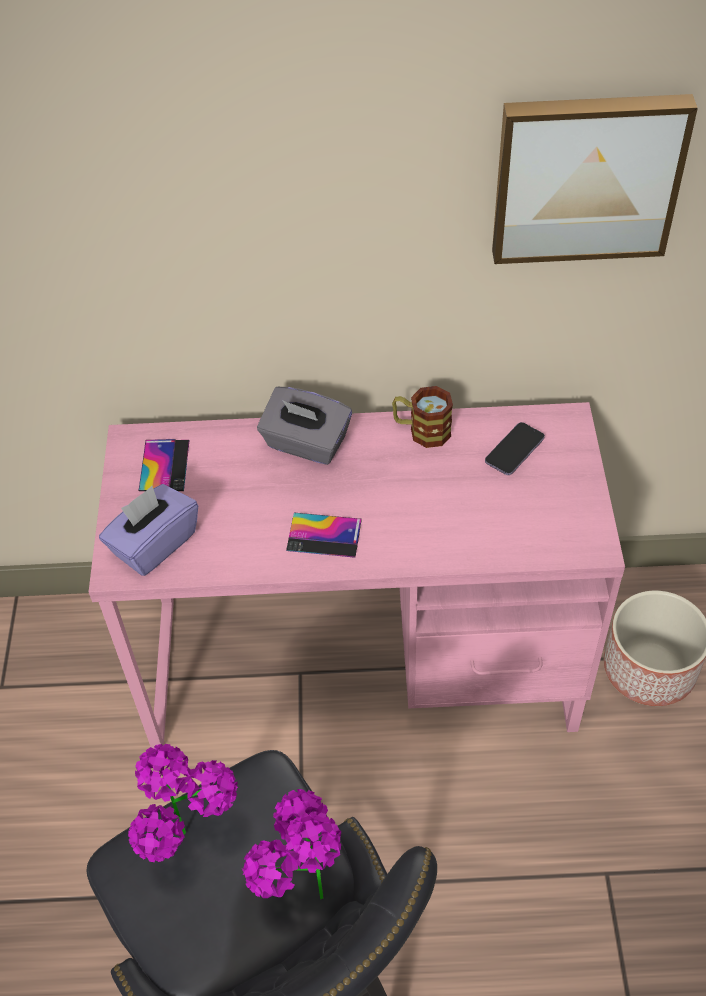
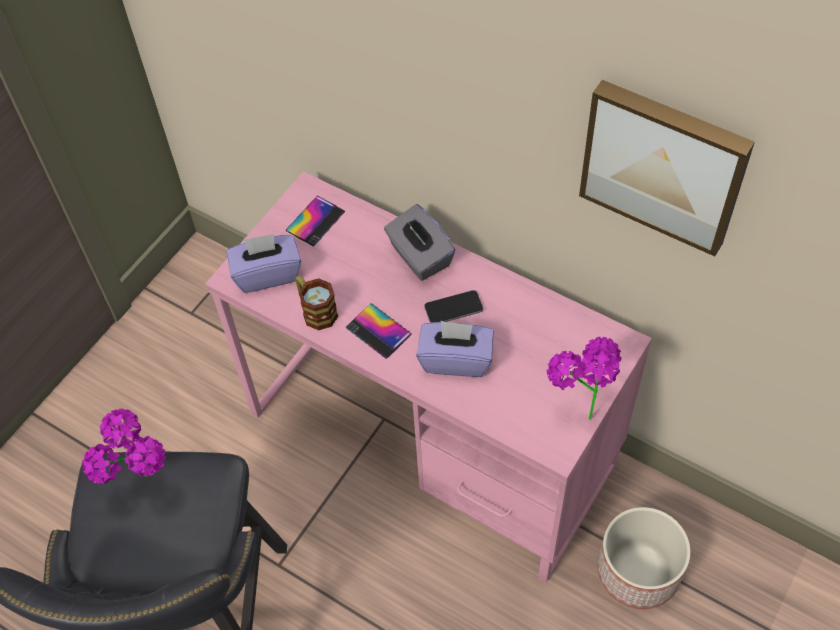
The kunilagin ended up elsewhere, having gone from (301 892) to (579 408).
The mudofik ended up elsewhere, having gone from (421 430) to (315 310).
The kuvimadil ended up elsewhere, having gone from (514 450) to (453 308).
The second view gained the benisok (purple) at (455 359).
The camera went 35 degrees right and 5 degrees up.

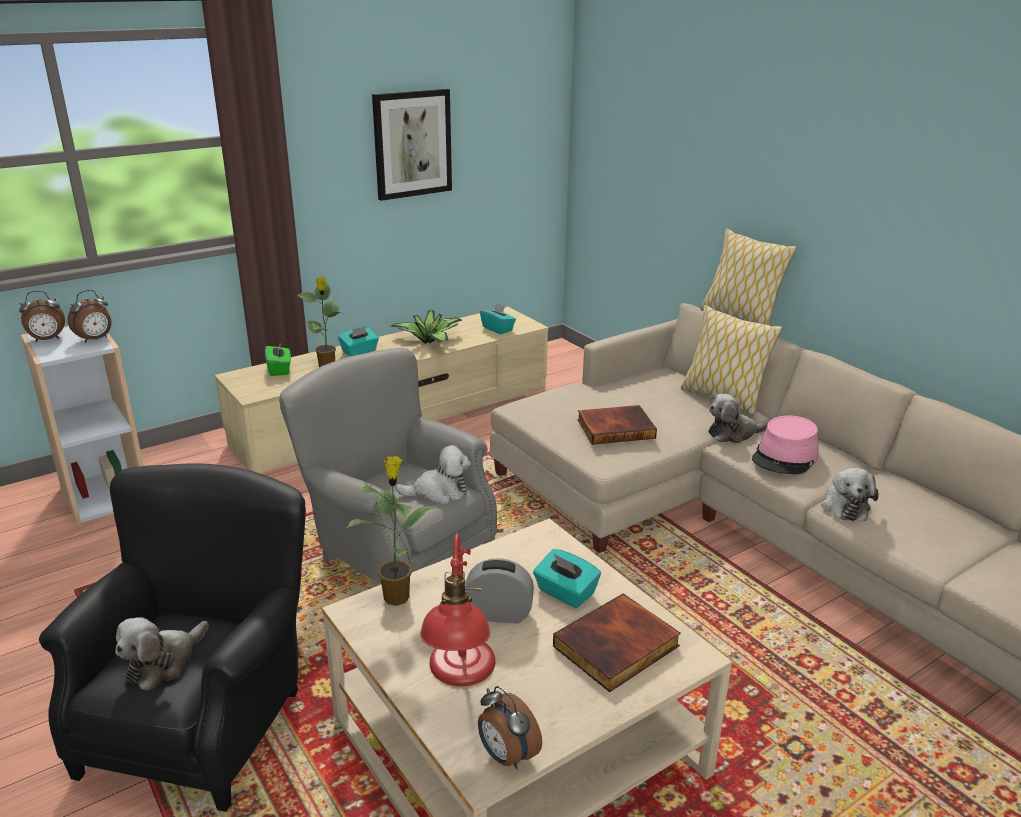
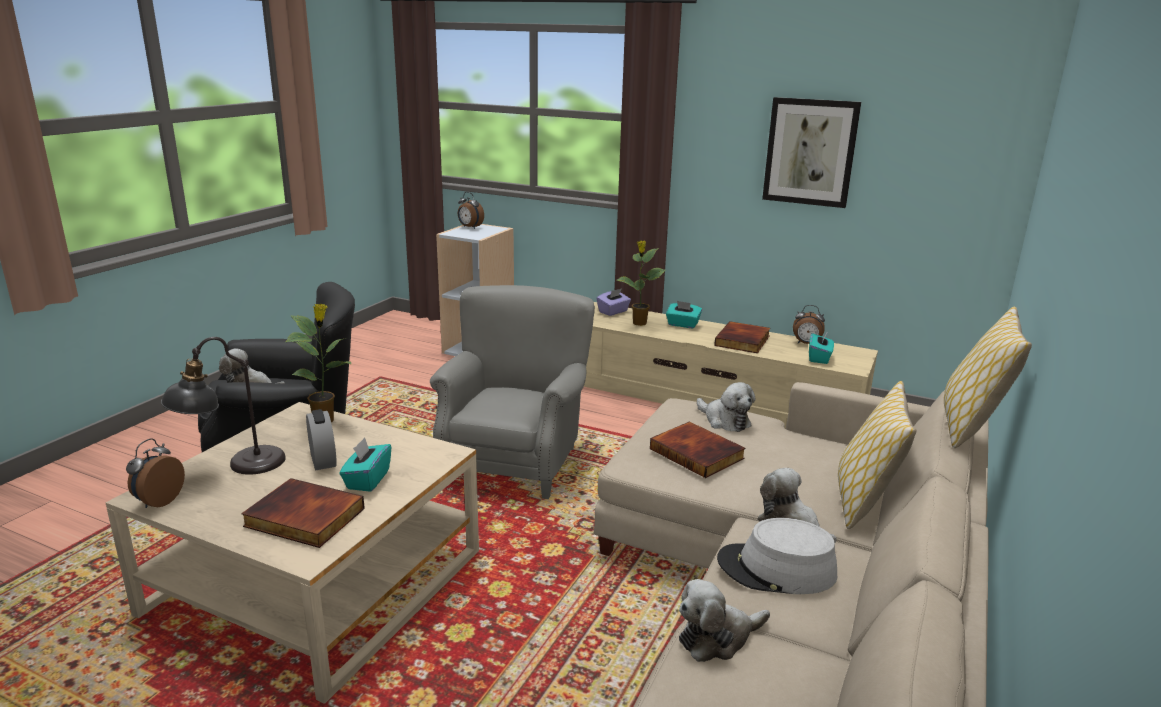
The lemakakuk ended up elsewhere, having gone from (95 339) to (806 344).
What was the benisok (green) at (279 369) turned into the benisok (purple) at (613 312).
Where the kunilagin stood at (429 341), the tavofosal came to stand at (743 341).
The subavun ended up elsewhere, having gone from (438 492) to (724 421).
What was the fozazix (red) at (461 684) turned into the fozazix (grey) at (233 466).
What was the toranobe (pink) at (785 456) turned into the toranobe (grey) at (776 569).
The camera went 60 degrees right and 5 degrees down.

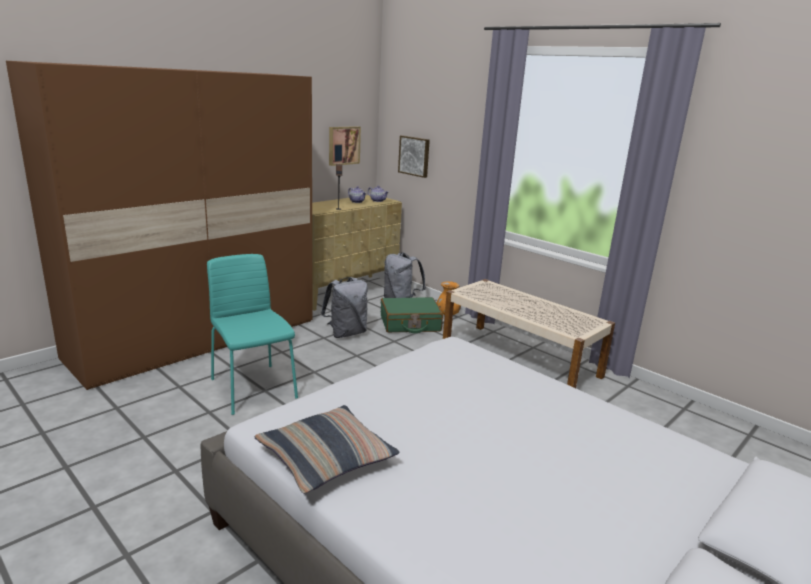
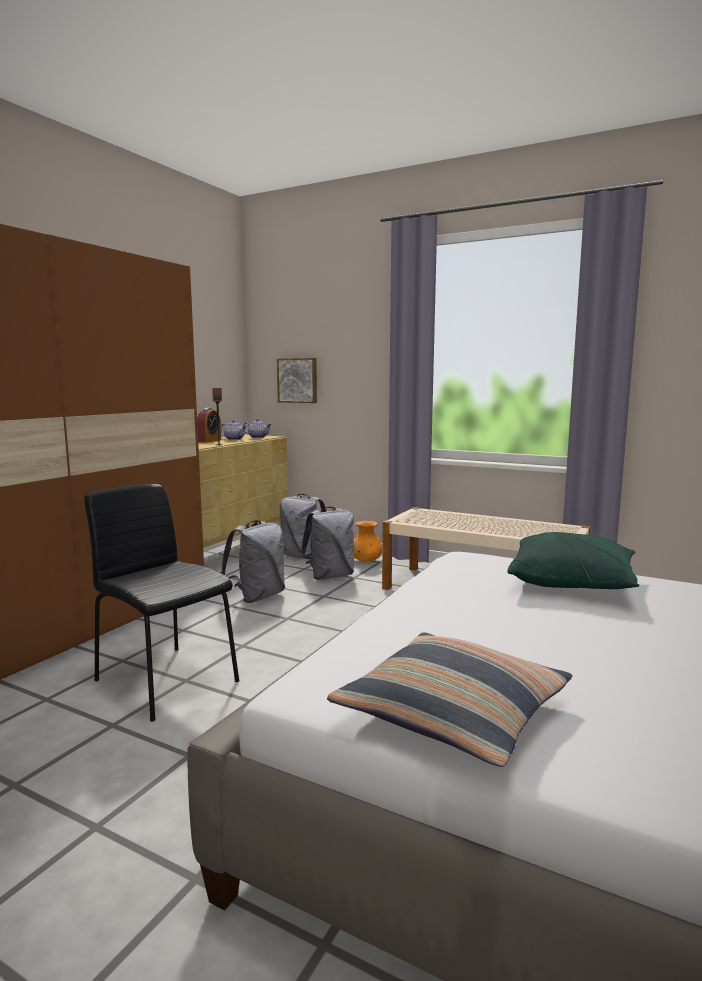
What was the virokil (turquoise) at (252 387) turned into the virokil (black) at (163 679).
The second view lost the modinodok at (343 145).
Where the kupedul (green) stood at (410 324), the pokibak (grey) came to stand at (330 576).
The second view gained the lemakakuk at (209 441).
The second view gained the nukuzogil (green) at (571 583).
The camera went 15 degrees left and 10 degrees down.

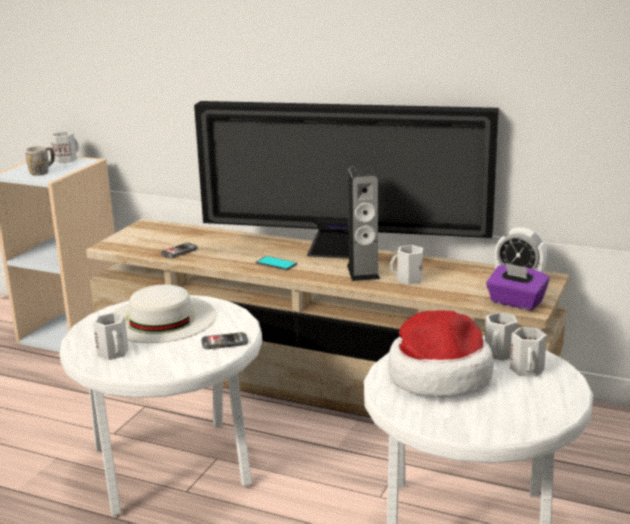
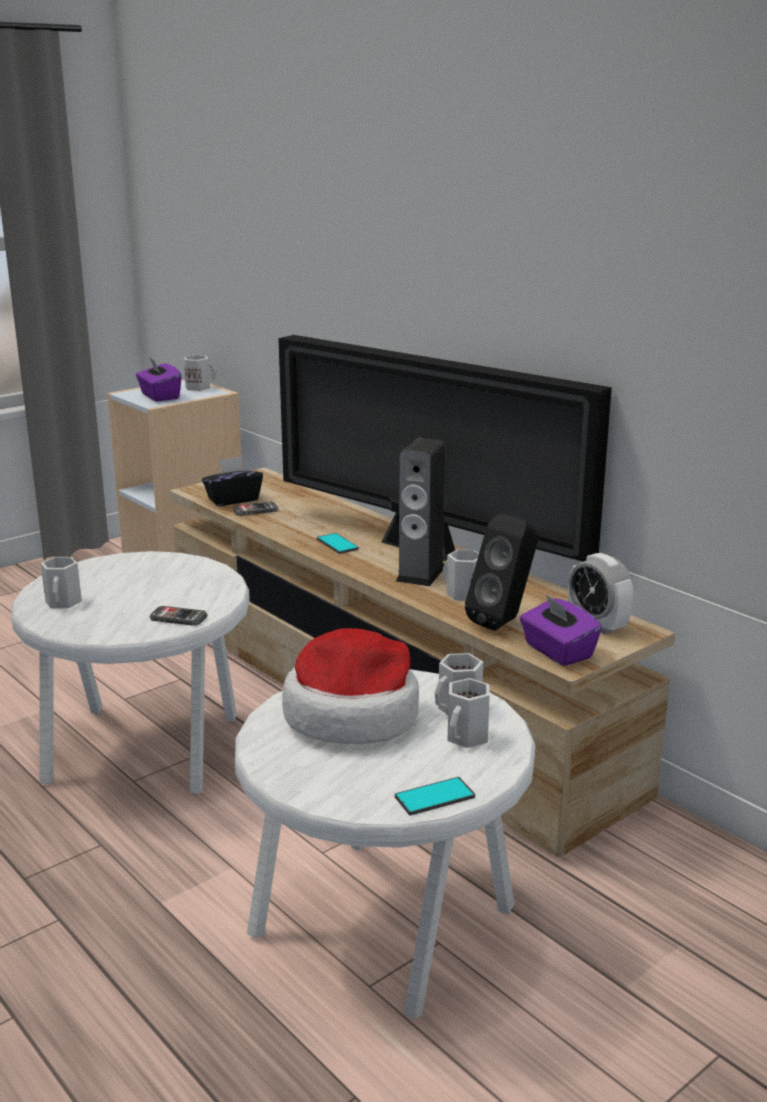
Where the mudofik (grey) stood at (43 172), the benisok (purple) came to stand at (159 396).
The second view lost the toranobe (white) at (161 319).
The second view gained the benisok (black) at (233 499).
The second view gained the kuvimadil at (434 797).
The second view gained the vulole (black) at (504 621).
The camera went 25 degrees right and 0 degrees up.

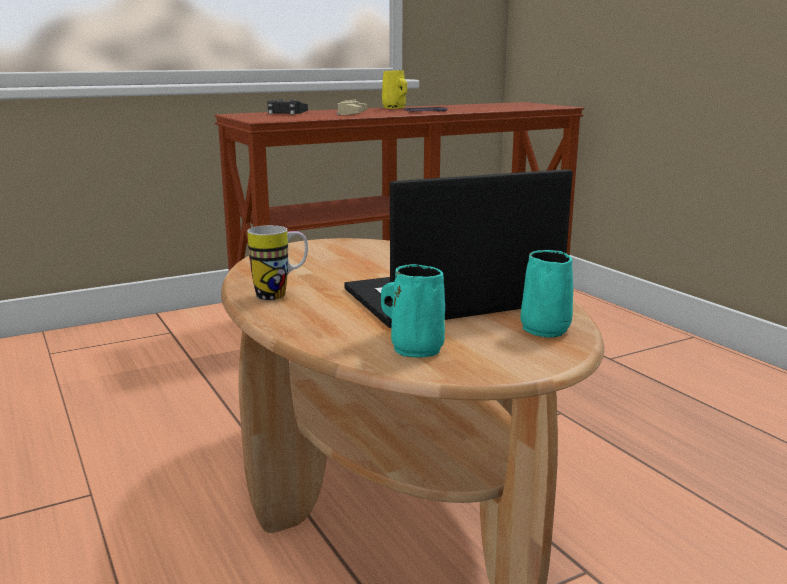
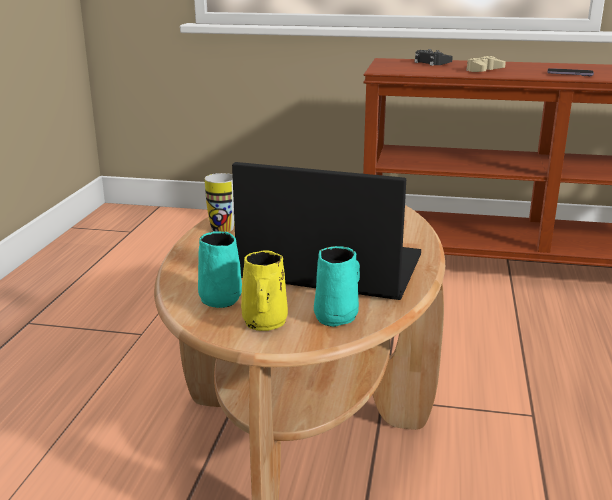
The mudofik (yellow) ended up elsewhere, having gone from (394 108) to (264 323).
The camera went 40 degrees right and 5 degrees up.

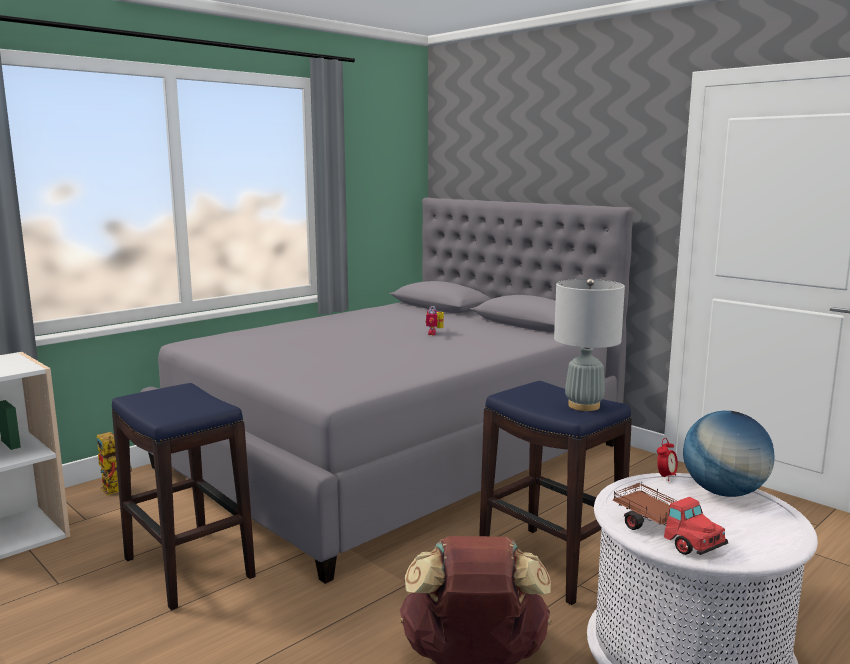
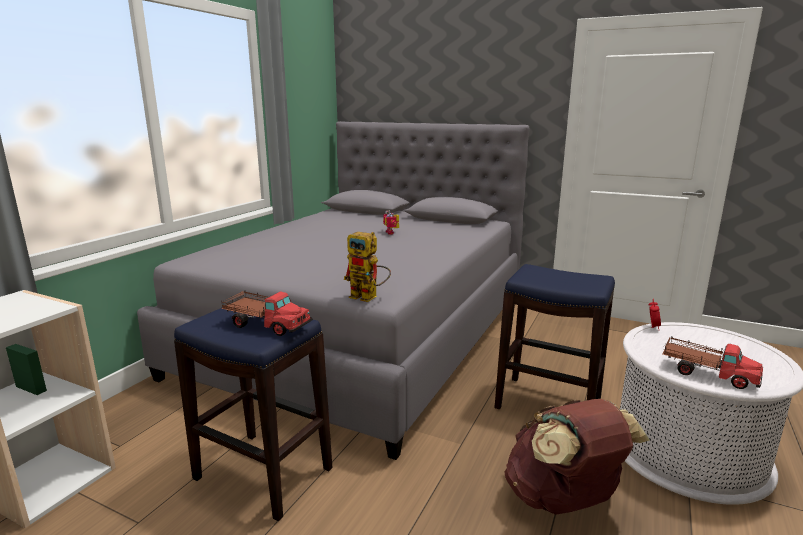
The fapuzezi ended up elsewhere, having gone from (115 491) to (369 297).
The second view lost the fozazix (grey) at (584 406).
The second view lost the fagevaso at (723 492).
The second view gained the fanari at (266 324).
The camera went 20 degrees left and 5 degrees up.

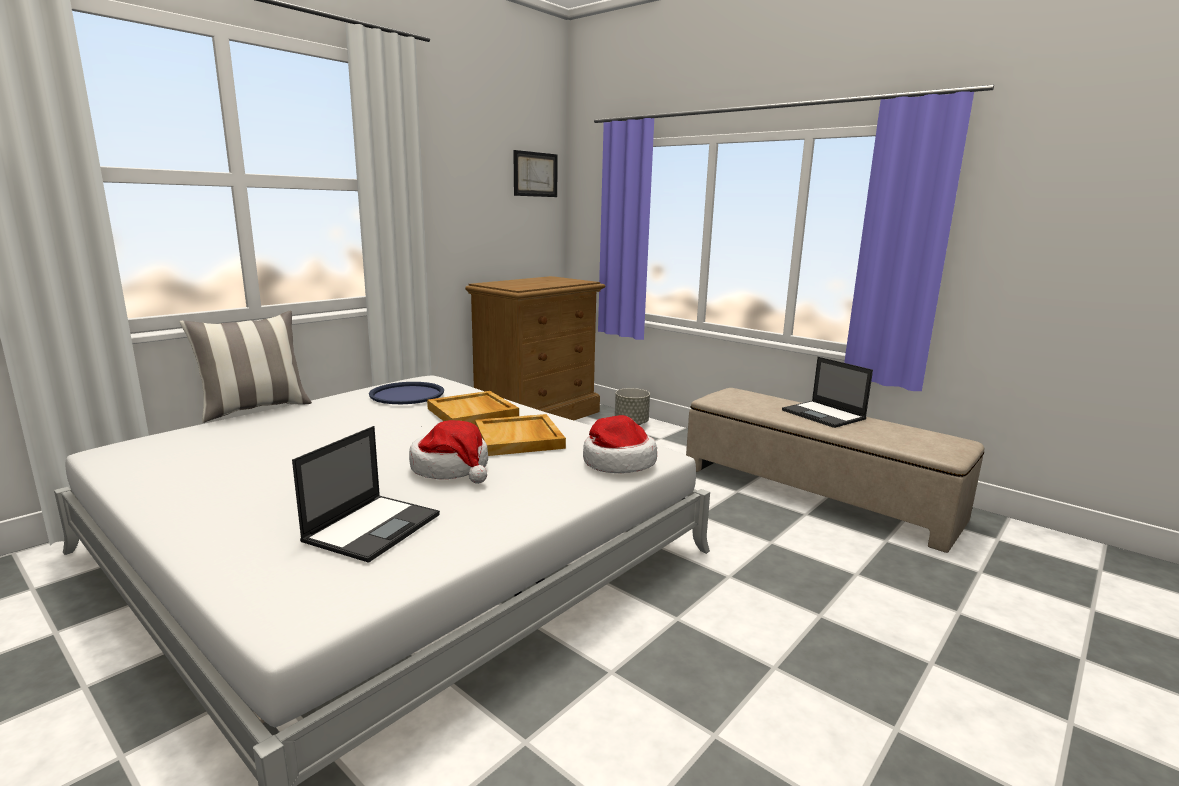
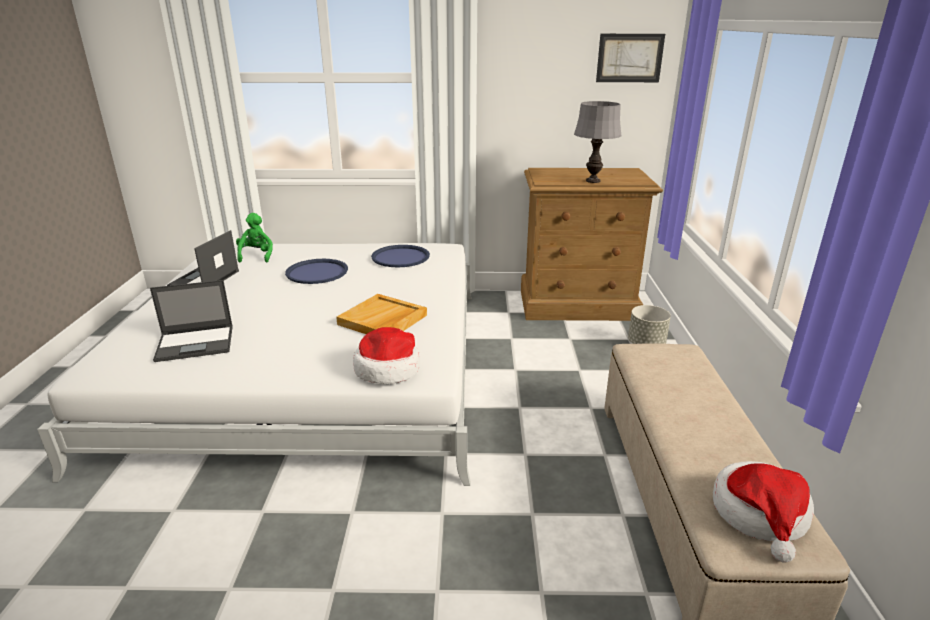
The second view lost the nukuzogil at (255 409).
The toranobe ended up elsewhere, having gone from (451 468) to (760 515).
The second view lost the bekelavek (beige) at (473 413).
The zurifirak ended up elsewhere, having gone from (824 415) to (204 279).
The second view gained the subavun (green) at (256 256).
The second view gained the bekelavek (blue) at (317 272).
The second view gained the fozazix (grey) at (593 181).
The camera went 50 degrees right and 10 degrees up.

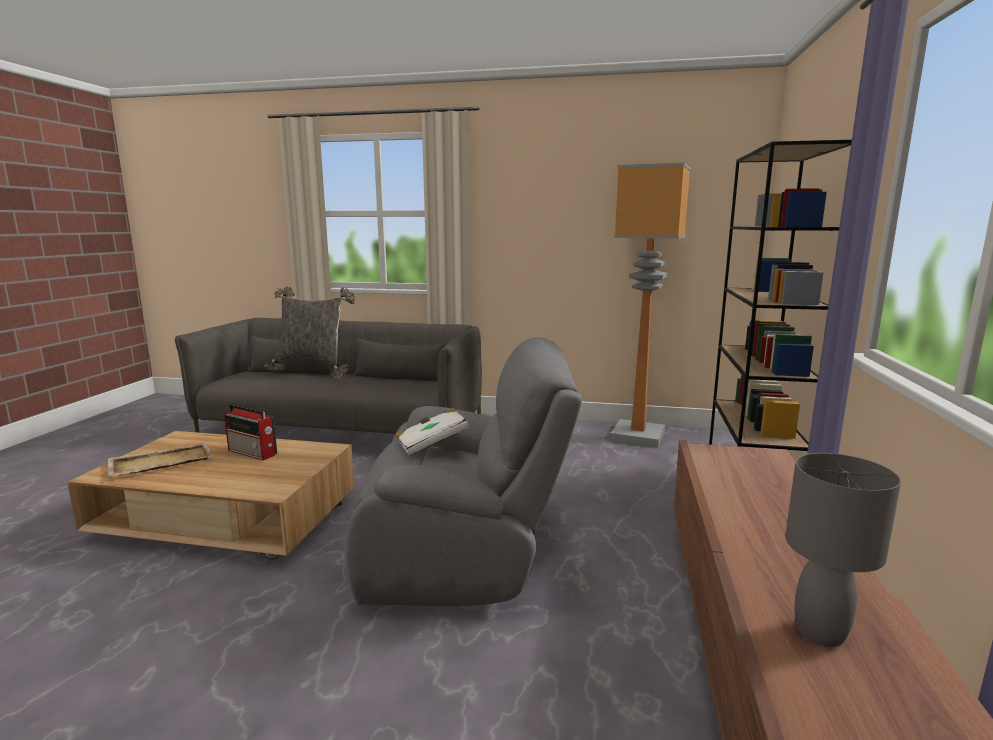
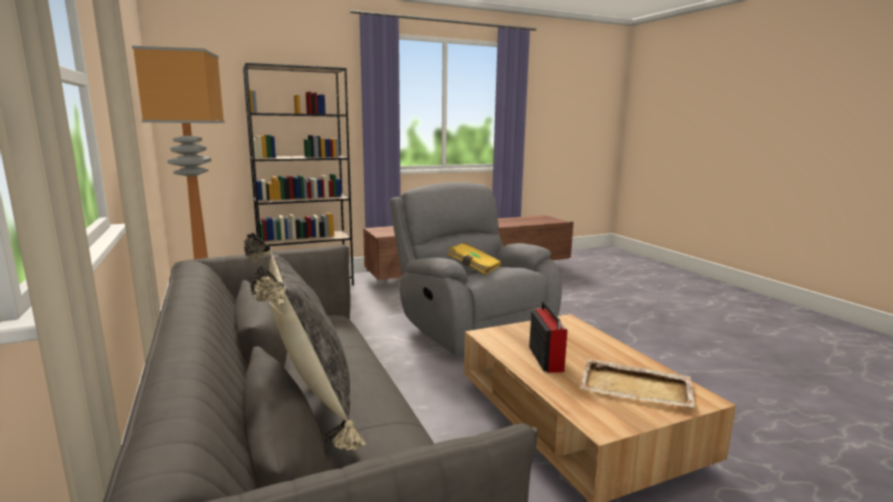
What was the tavofosal (white) at (432 444) turned into the tavofosal (yellow) at (473 267).
The second view lost the fozazix (grey) at (819 632).
The camera went 125 degrees left and 0 degrees up.

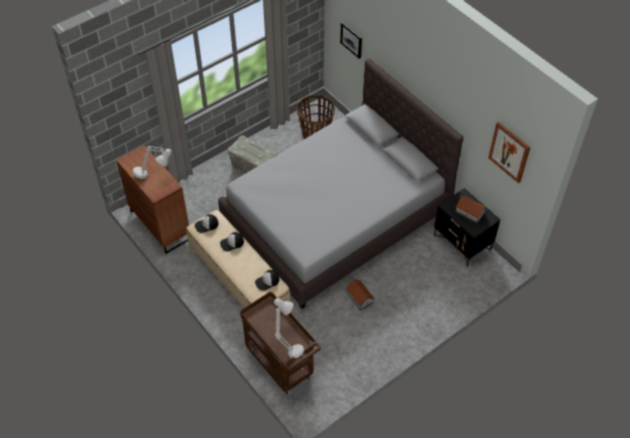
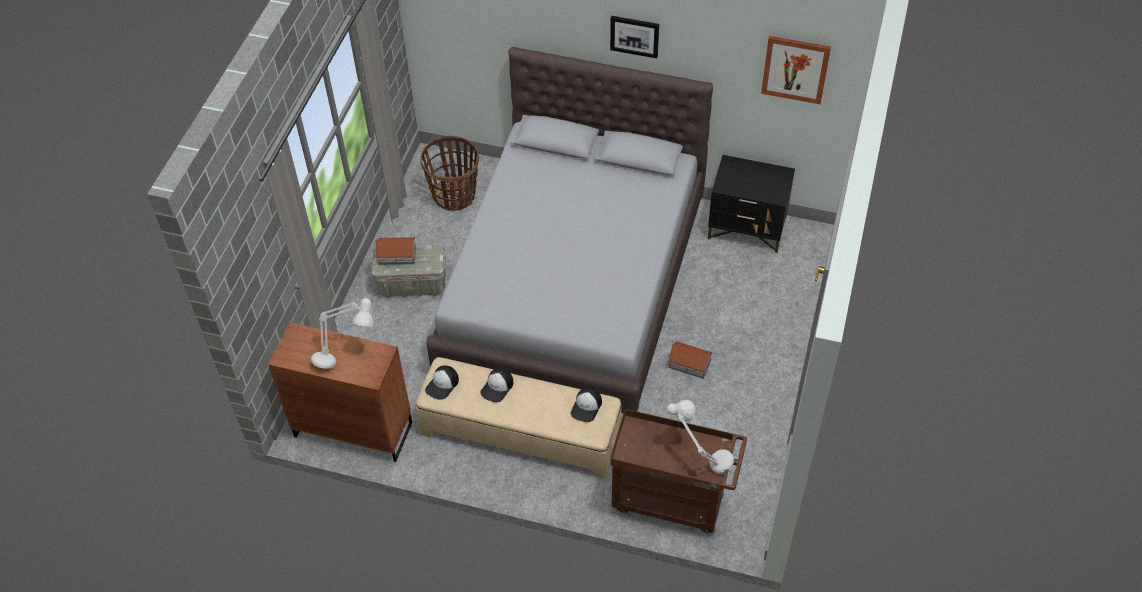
The modinodok ended up elsewhere, having gone from (351 39) to (634 36).
The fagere ended up elsewhere, having gone from (470 212) to (397 255).
The camera went 35 degrees left and 0 degrees up.

